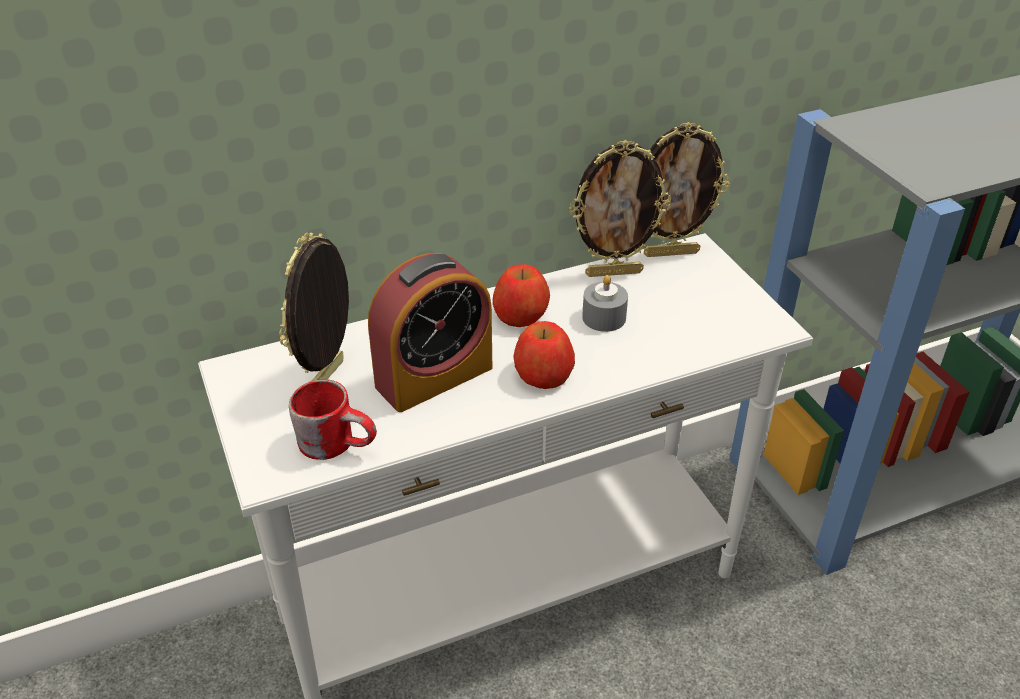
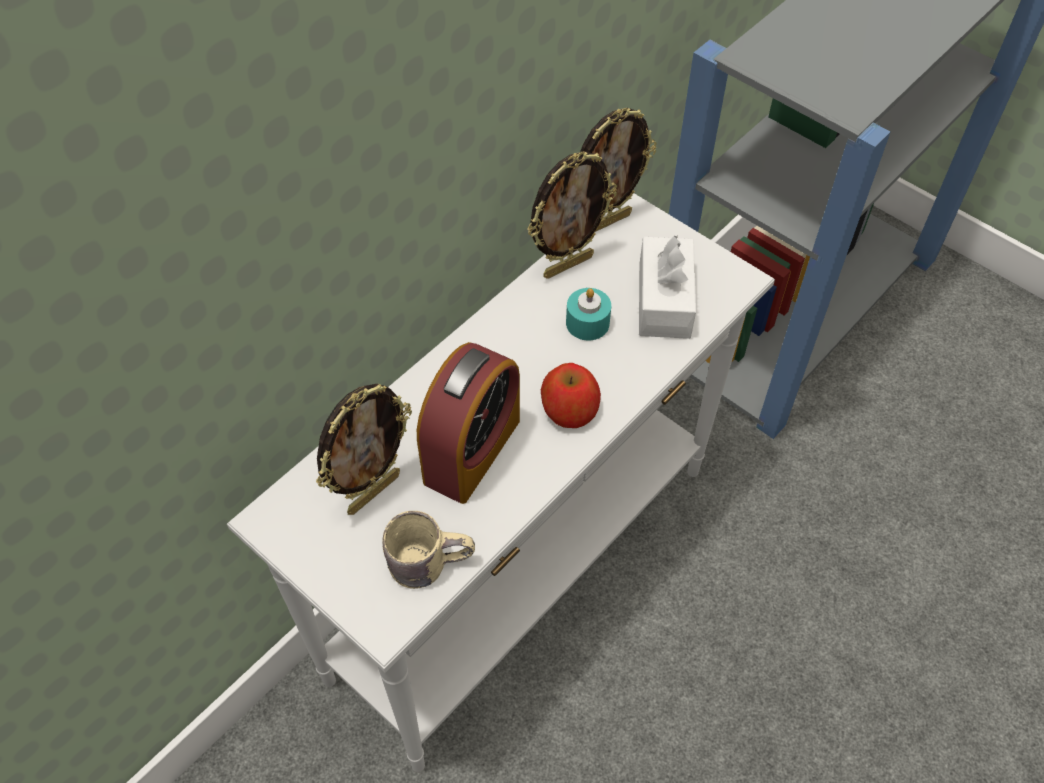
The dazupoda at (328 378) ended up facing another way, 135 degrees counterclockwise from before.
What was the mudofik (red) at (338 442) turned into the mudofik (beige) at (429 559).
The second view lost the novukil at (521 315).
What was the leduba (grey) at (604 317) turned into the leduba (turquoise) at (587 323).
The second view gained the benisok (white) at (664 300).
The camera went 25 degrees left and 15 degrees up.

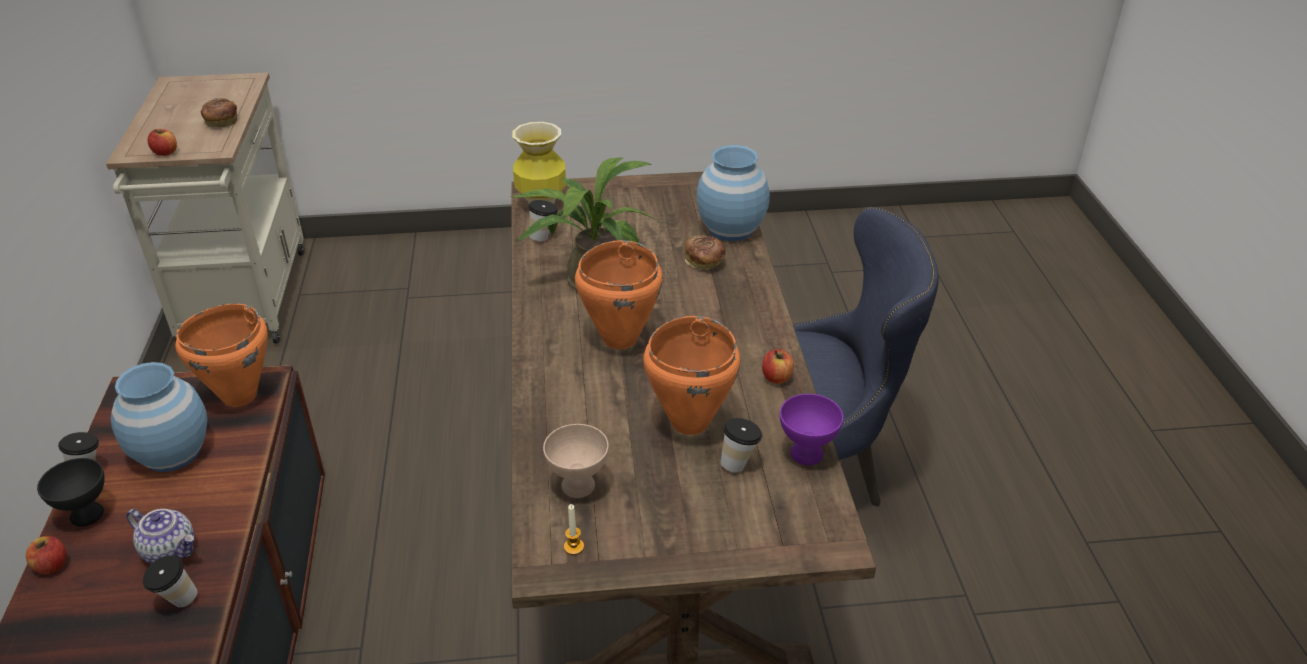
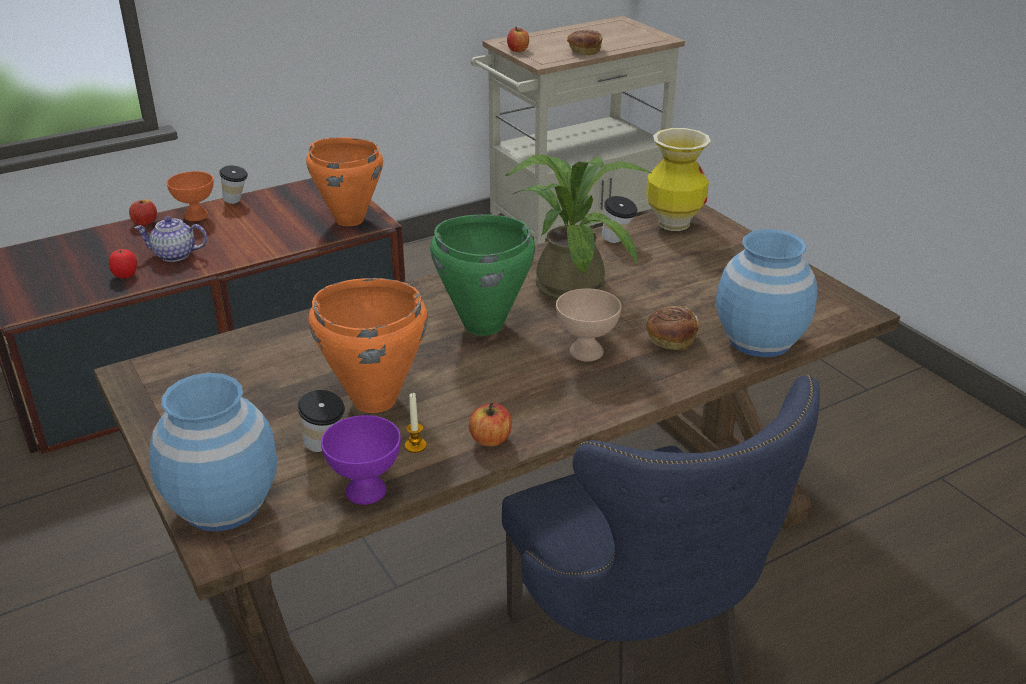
What was the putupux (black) at (87 516) turned into the putupux (orange) at (195 216).
The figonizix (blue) ended up elsewhere, having gone from (172 453) to (222 505).
The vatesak at (171 550) ended up facing another way, 90 degrees clockwise from before.
Where the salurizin stood at (177 602), the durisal came to stand at (126 275).
The putupux (beige) ended up elsewhere, having gone from (578 485) to (587 352).
The leduba ended up elsewhere, having gone from (573 547) to (415 446).
What was the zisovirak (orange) at (619 339) turned into the zisovirak (green) at (482 325).
The camera went 65 degrees right and 5 degrees down.

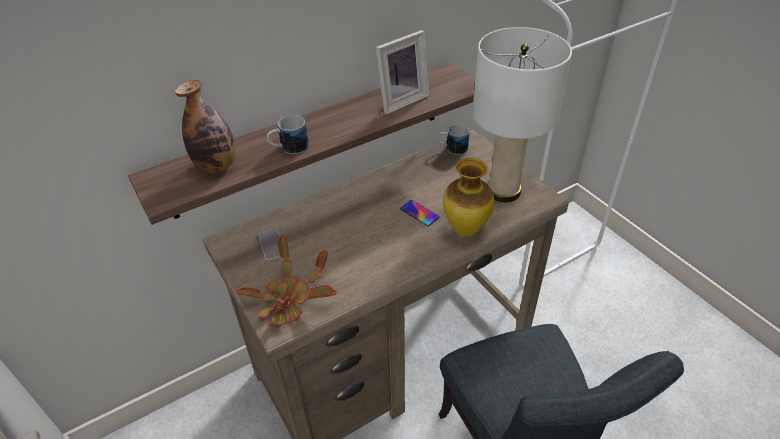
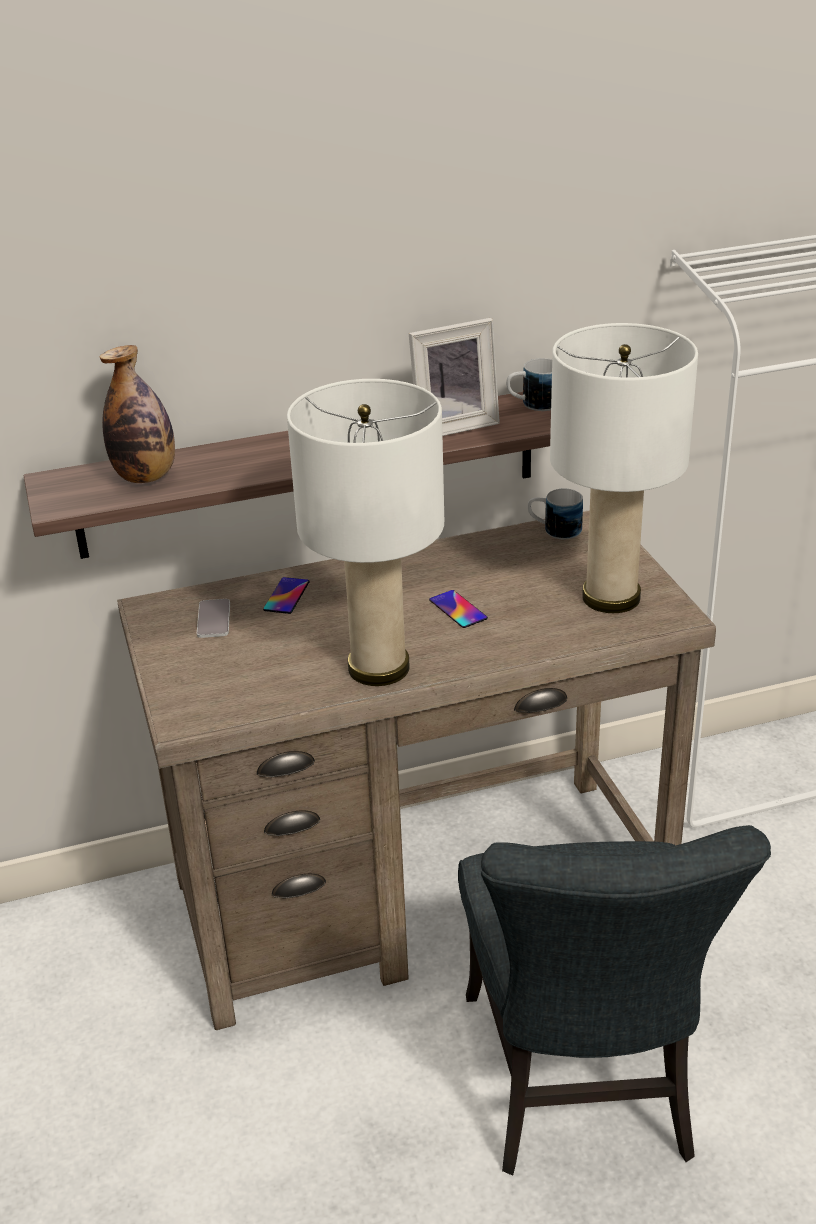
The second view lost the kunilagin at (289 300).
The mudofik ended up elsewhere, having gone from (289 148) to (533 404).
The second view lost the figonizix at (464 230).
The second view gained the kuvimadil at (286 596).
The second view gained the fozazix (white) at (378 667).
The camera went 15 degrees right and 10 degrees down.

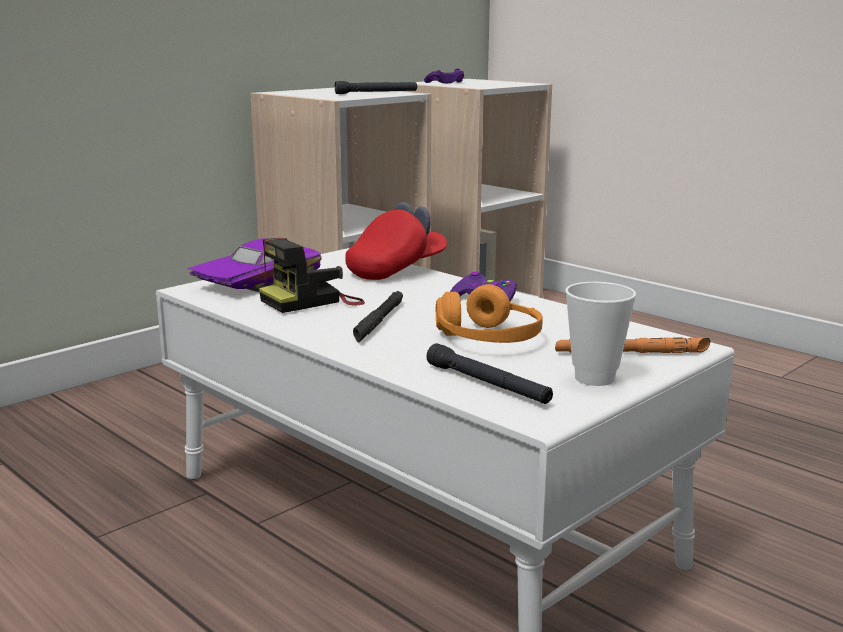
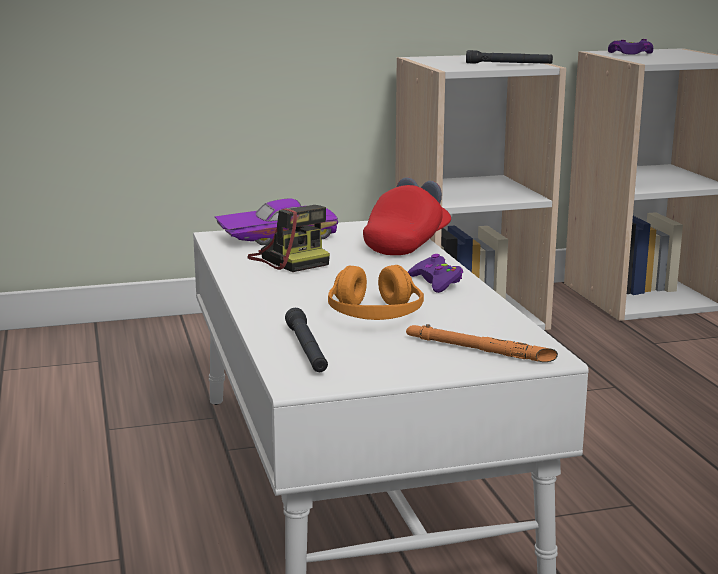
The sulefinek at (312 301) ended up facing another way, 120 degrees counterclockwise from before.
The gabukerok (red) at (397 270) ended up facing another way, 45 degrees counterclockwise from before.
The second view lost the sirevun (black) at (379 321).
The second view lost the salurizin at (594 378).
The camera went 30 degrees right and 0 degrees up.

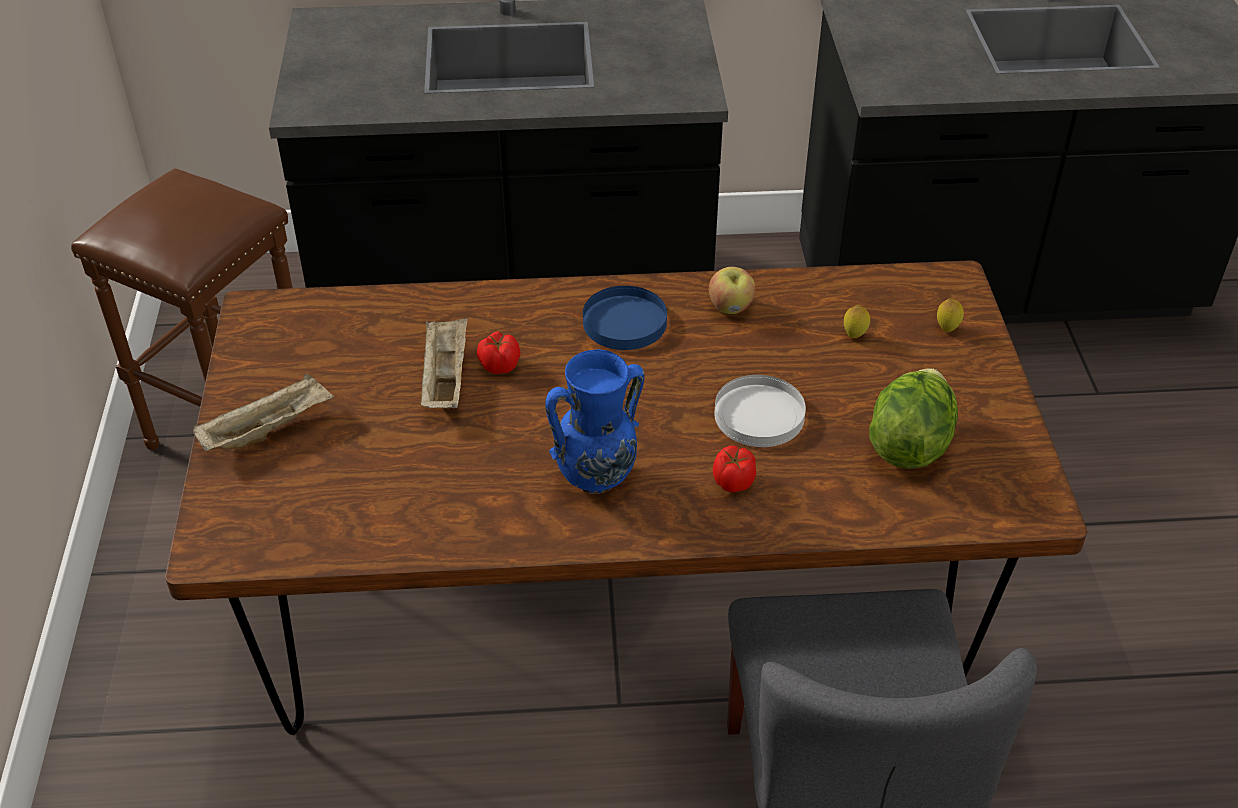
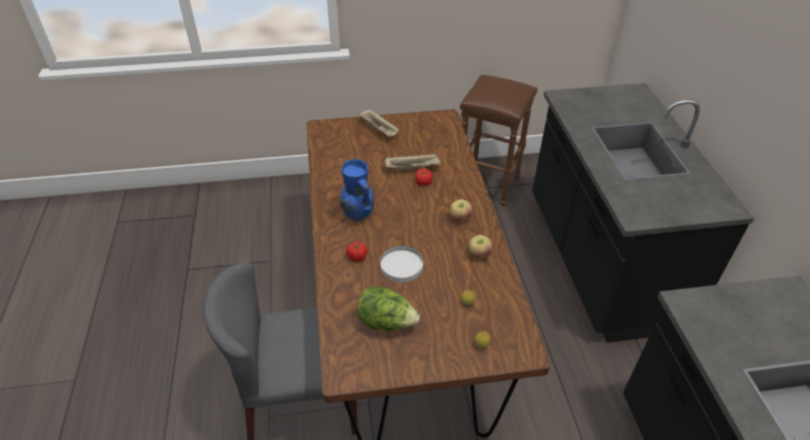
Where the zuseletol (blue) stood at (625 322), the novukil came to stand at (460 218).
The camera went 85 degrees right and 0 degrees up.

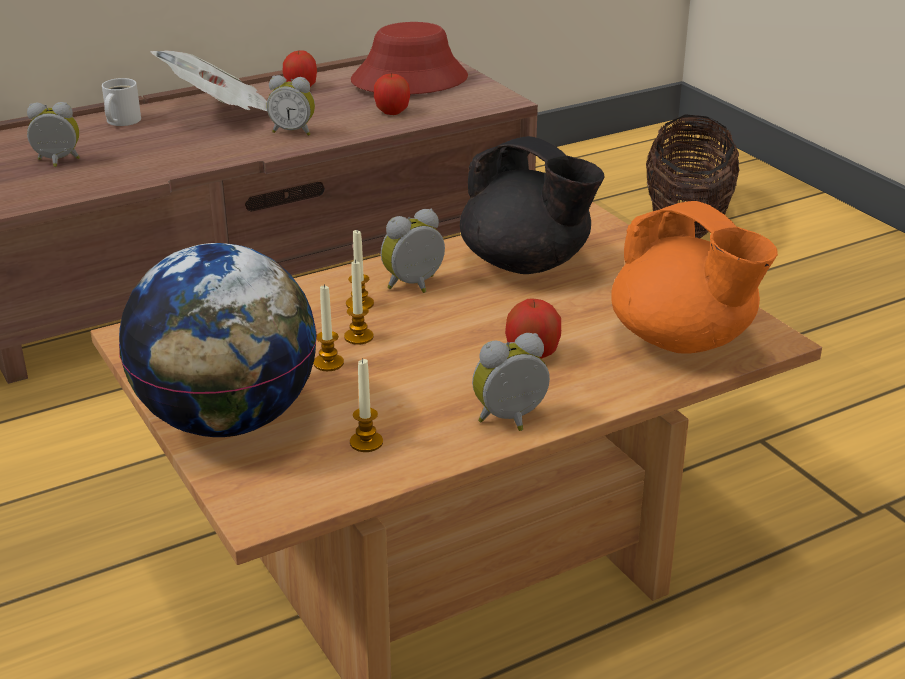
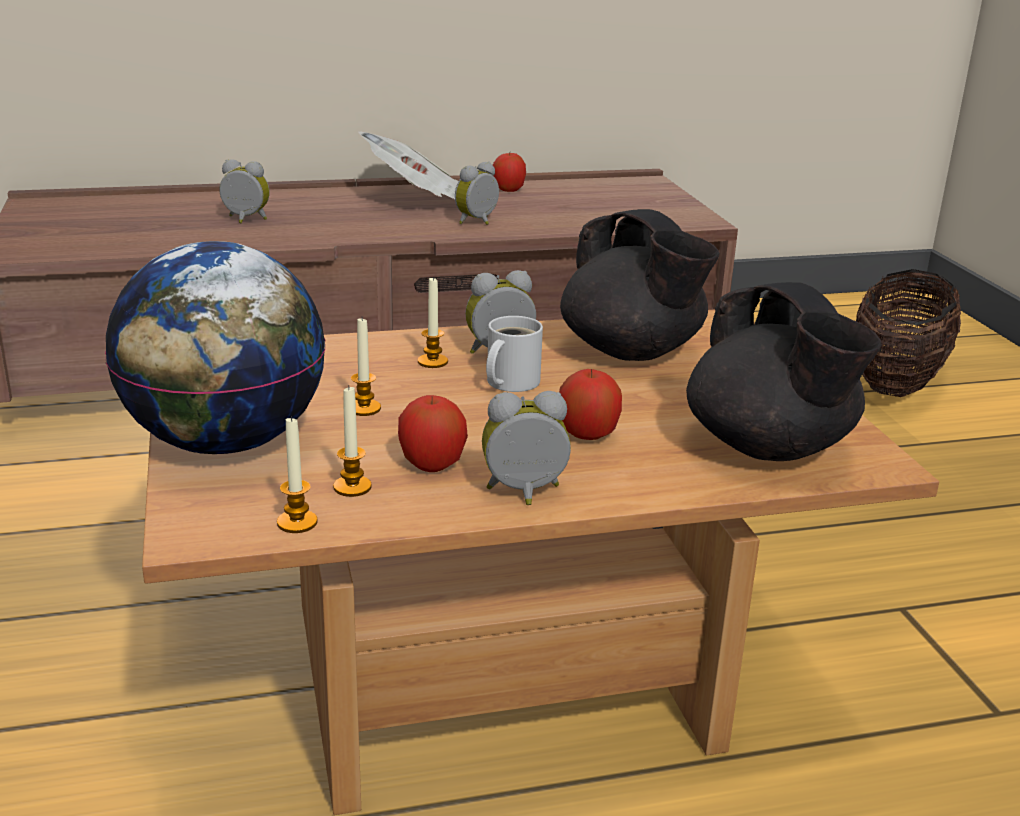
The mudofik (white) ended up elsewhere, having gone from (121 121) to (508 382).
The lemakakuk at (293 131) ended up facing another way, 105 degrees clockwise from before.
The leduba ended up elsewhere, having gone from (358 337) to (297 522).
The second view lost the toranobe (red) at (409 80).
The novukil ended up elsewhere, having gone from (392 112) to (432 464).
What was the vatesak (orange) at (683 340) turned into the vatesak (black) at (769 448).
The camera went 15 degrees right and 5 degrees down.

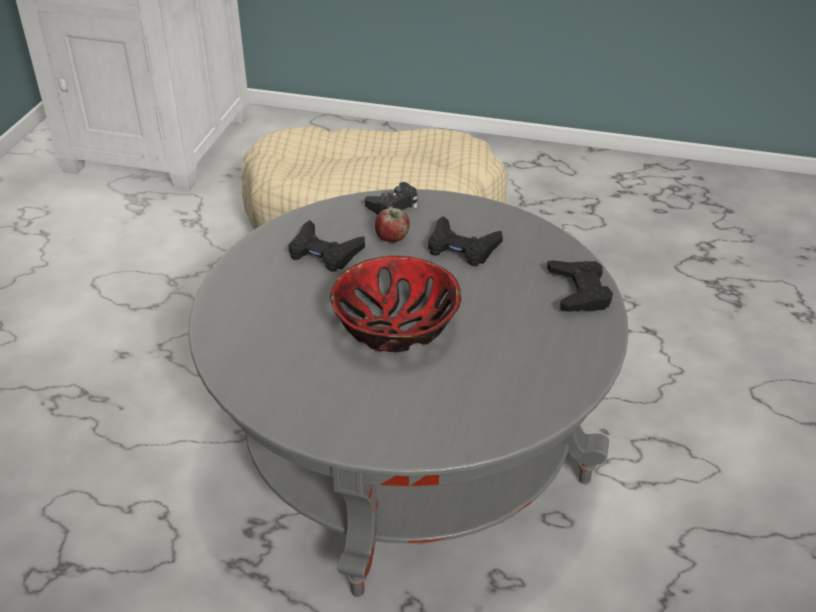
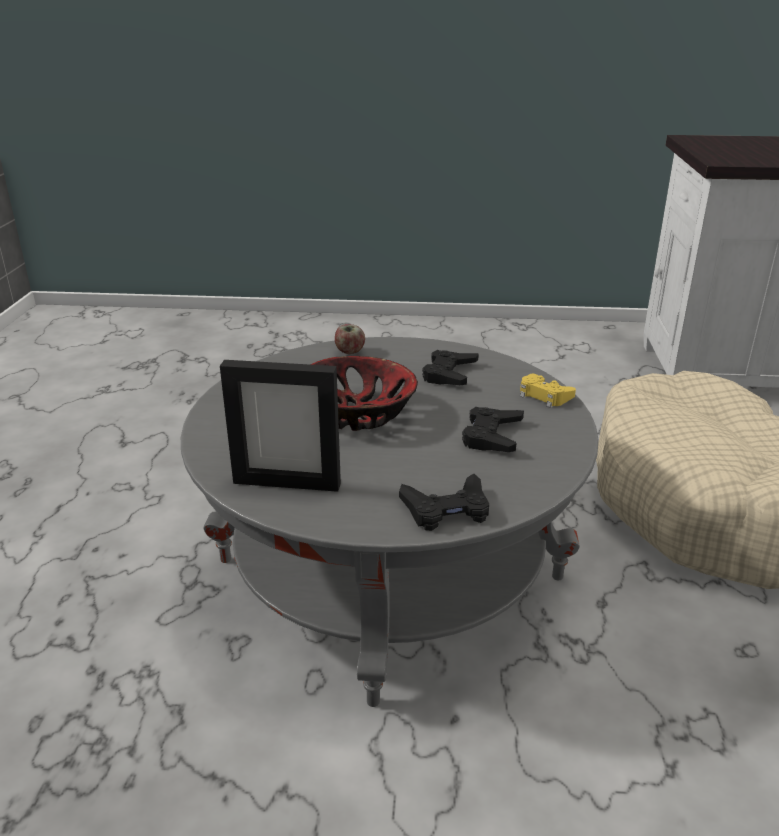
What was the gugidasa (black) at (393 205) turned into the gugidasa (yellow) at (544 396).
The novukil ended up elsewhere, having gone from (392 238) to (349 352).
The second view gained the dazupoda at (287 482).
The camera went 80 degrees right and 10 degrees down.

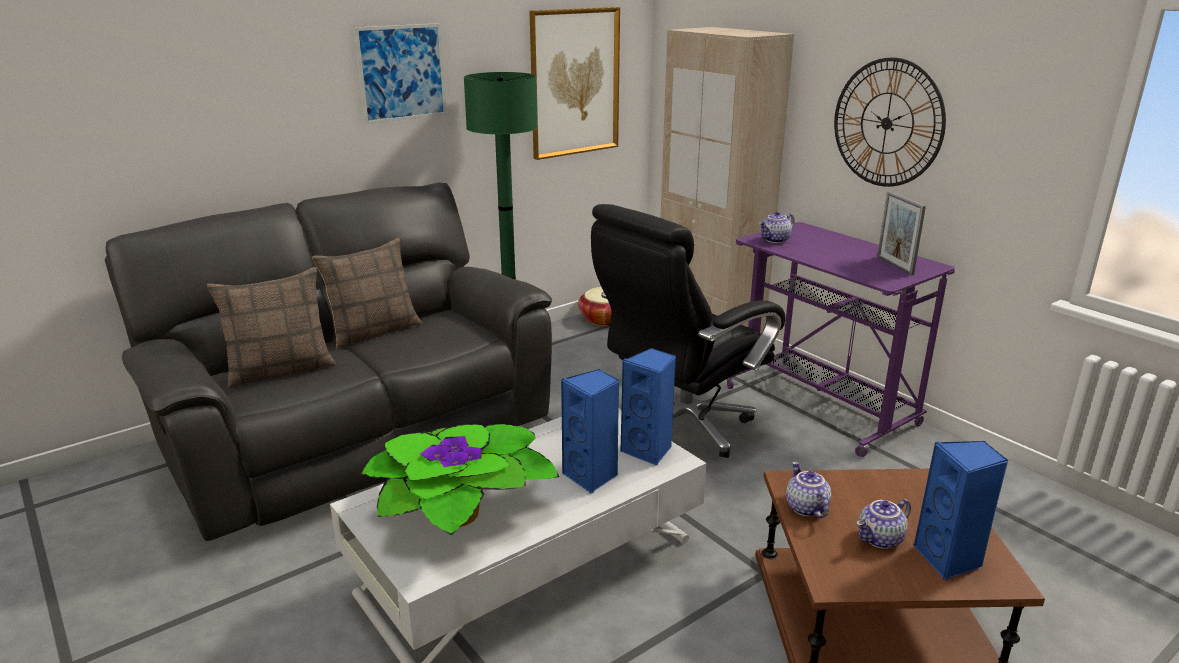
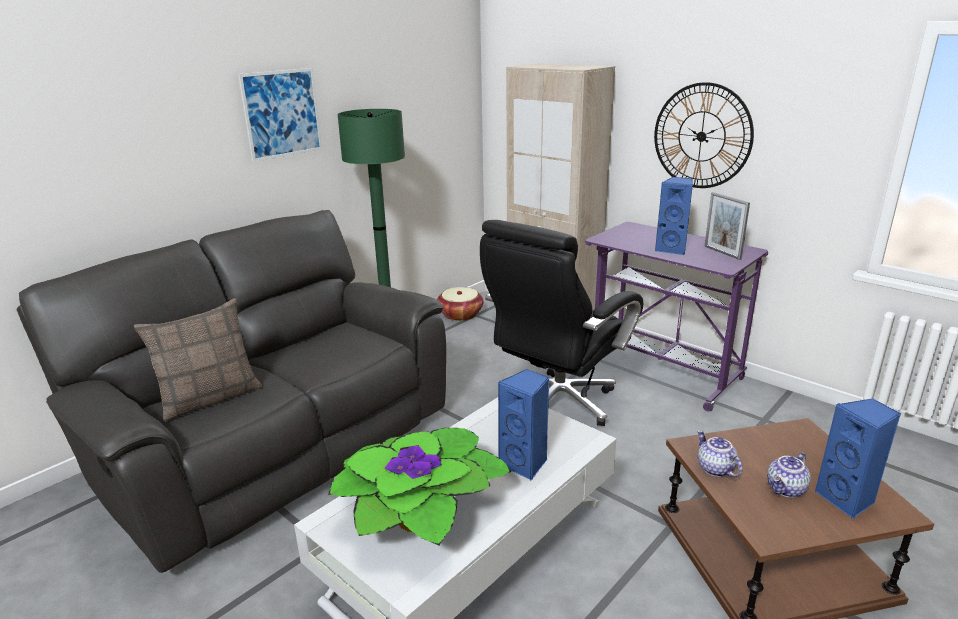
The second view lost the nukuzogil at (374 331).
The second view lost the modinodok at (574 82).
The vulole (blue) ended up elsewhere, having gone from (649 451) to (672 249).
The second view lost the vatesak at (775 240).
The camera went 10 degrees left and 0 degrees up.

